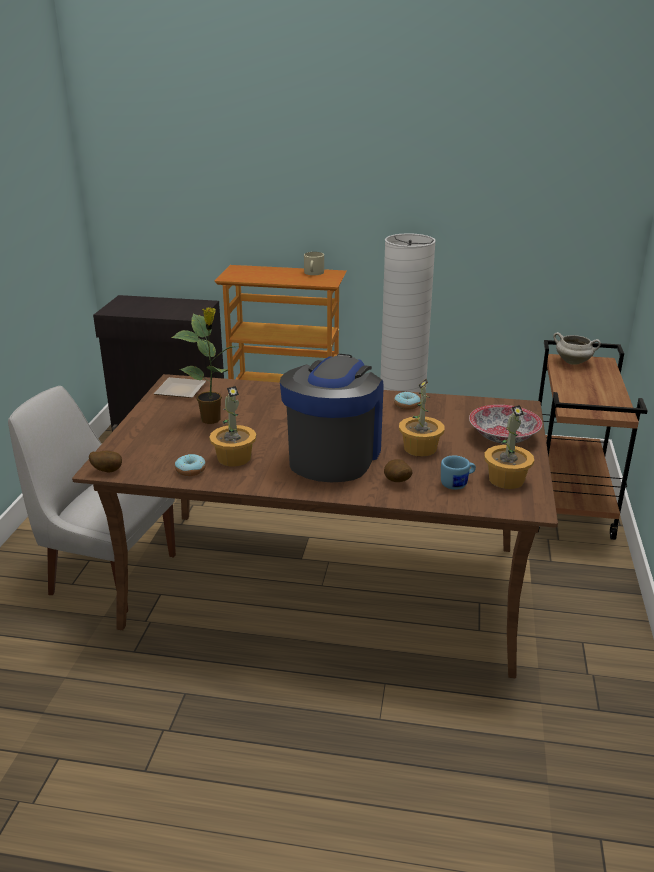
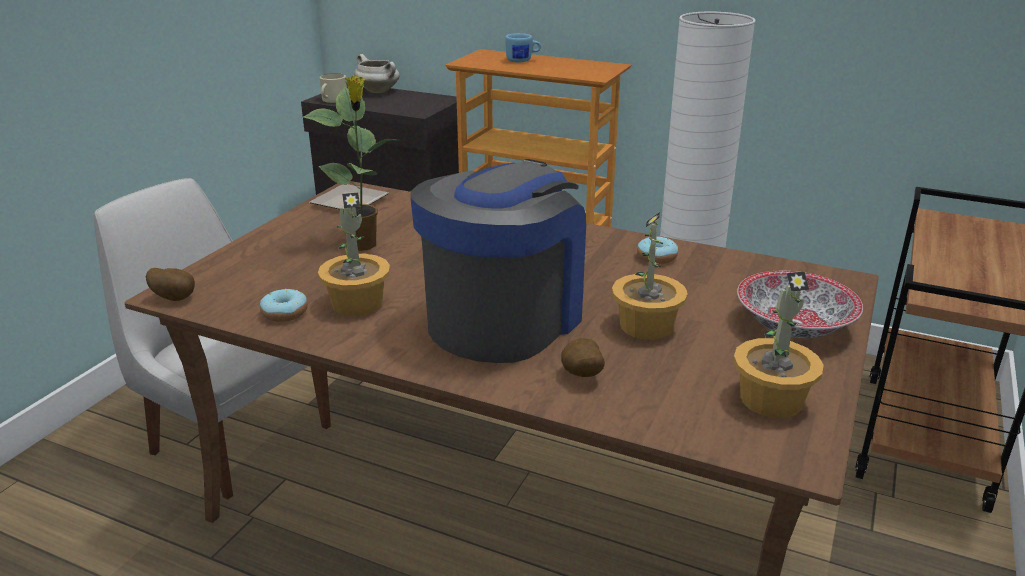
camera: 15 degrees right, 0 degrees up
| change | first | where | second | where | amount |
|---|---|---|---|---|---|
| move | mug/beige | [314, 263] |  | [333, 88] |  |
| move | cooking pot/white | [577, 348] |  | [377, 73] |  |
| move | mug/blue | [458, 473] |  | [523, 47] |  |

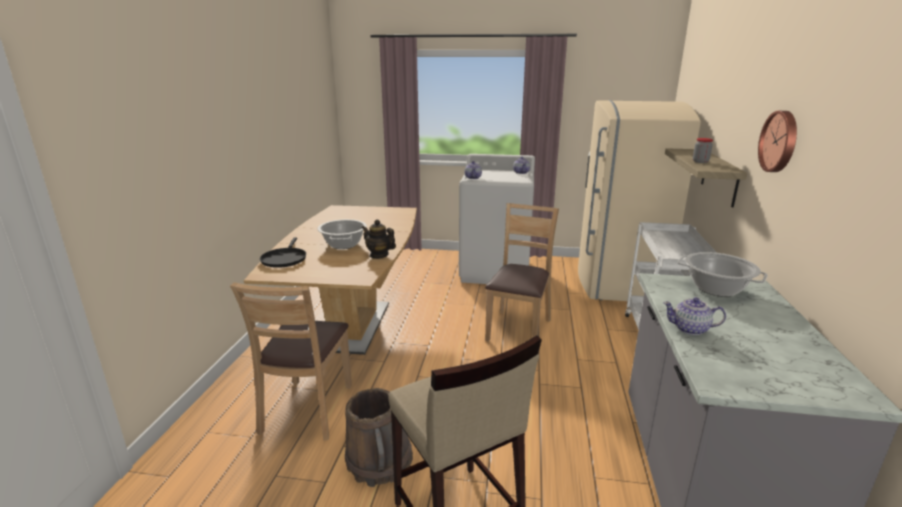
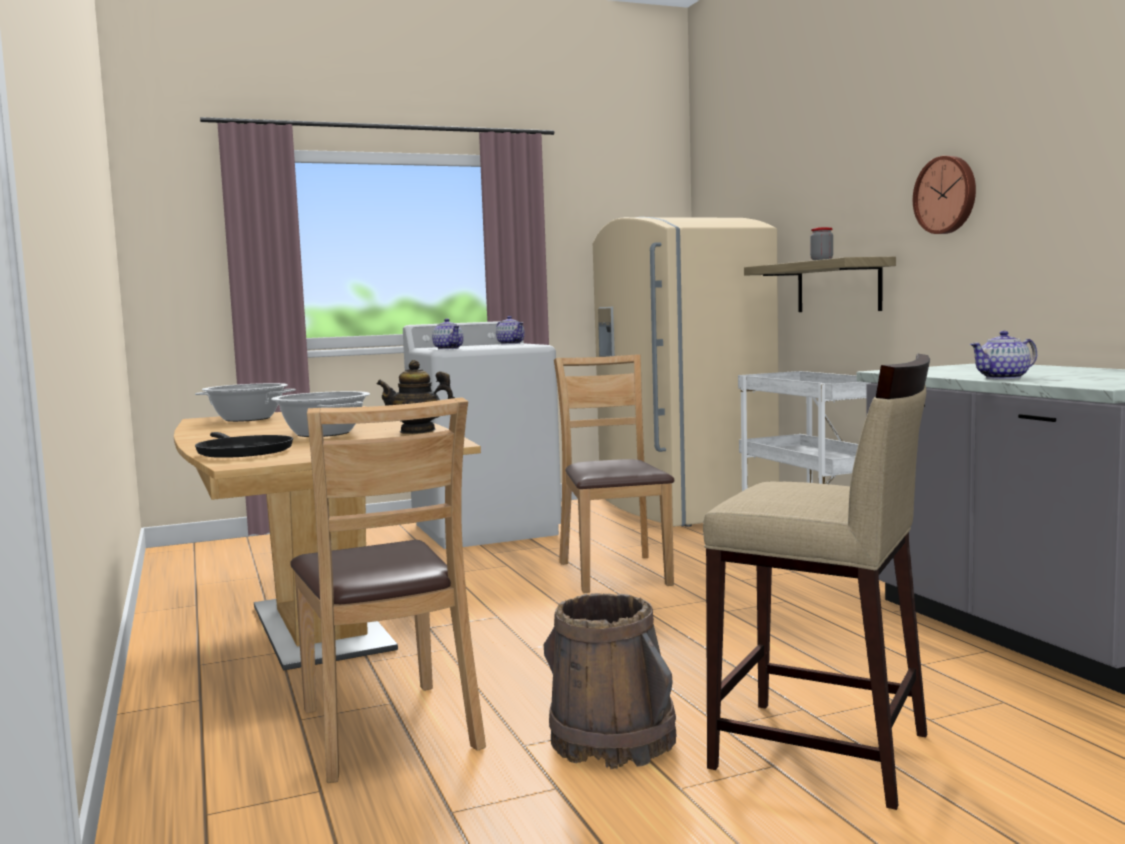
camera: 30 degrees left, 15 degrees down
| change | first | where | second | where | amount |
|---|---|---|---|---|---|
| move | cooking pot | [722, 274] |  | [245, 402] |  |

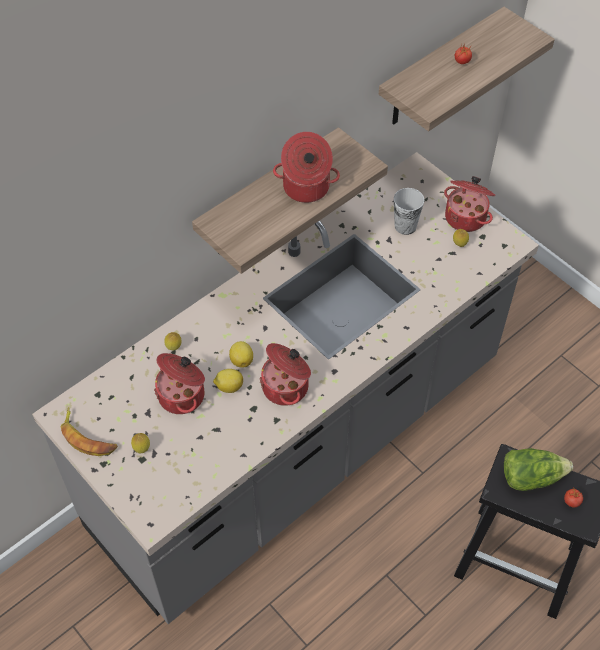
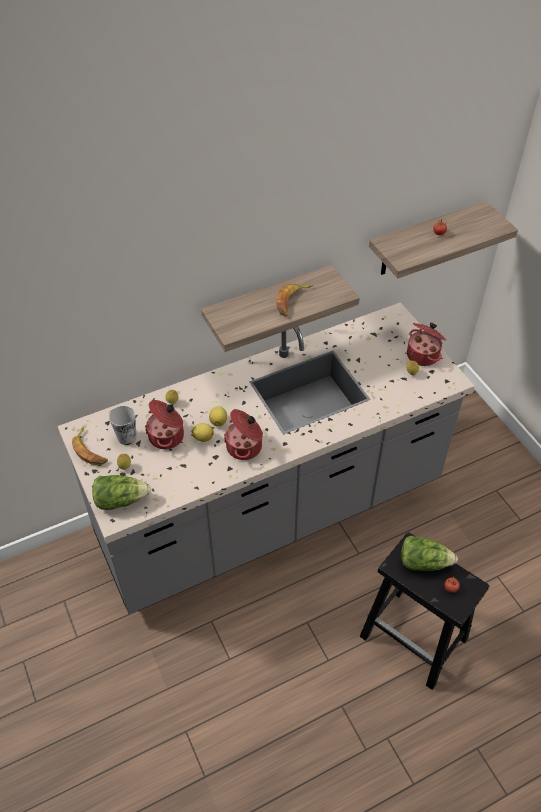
camera: 15 degrees right, 5 degrees down
| change | first | where | second | where | amount |
|---|---|---|---|---|---|
| replace | cooking pot | [306, 167] | banana | [294, 299] |  |
| move | cup | [409, 211] |  | [122, 425] |  |
| insert |  |  | lettuce | [122, 492] |  |

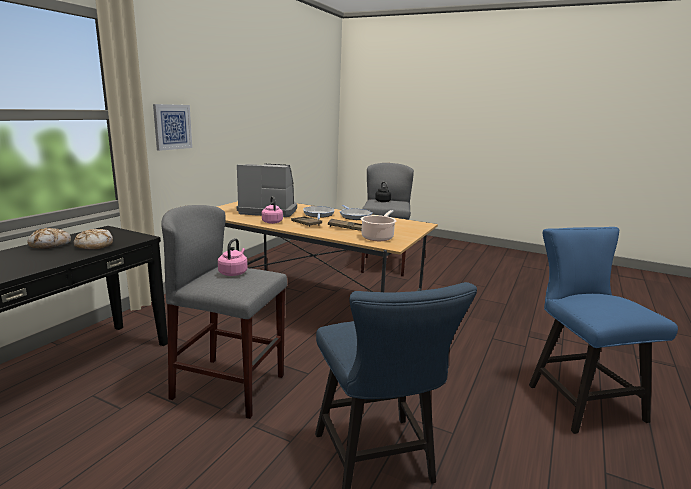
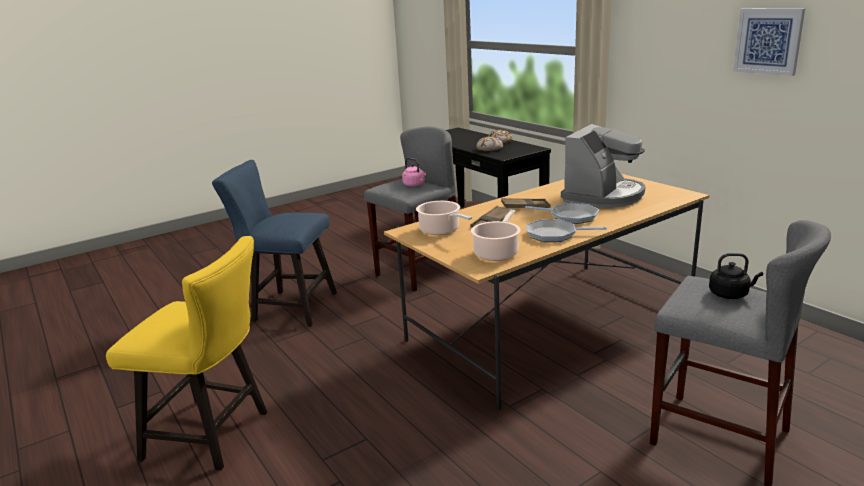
camera: 120 degrees right, 5 degrees up
| change | first | where | second | where | amount |
|---|---|---|---|---|---|
| move | picture | [172, 127] |  | [769, 42] |  |
| delete | kettle/pink | [272, 210] |  |  |  |
| recolor | chair/blue | [603, 330] | chair/yellow | [186, 353] |  |
| insert |  |  | cooking pot | [495, 235] |  |

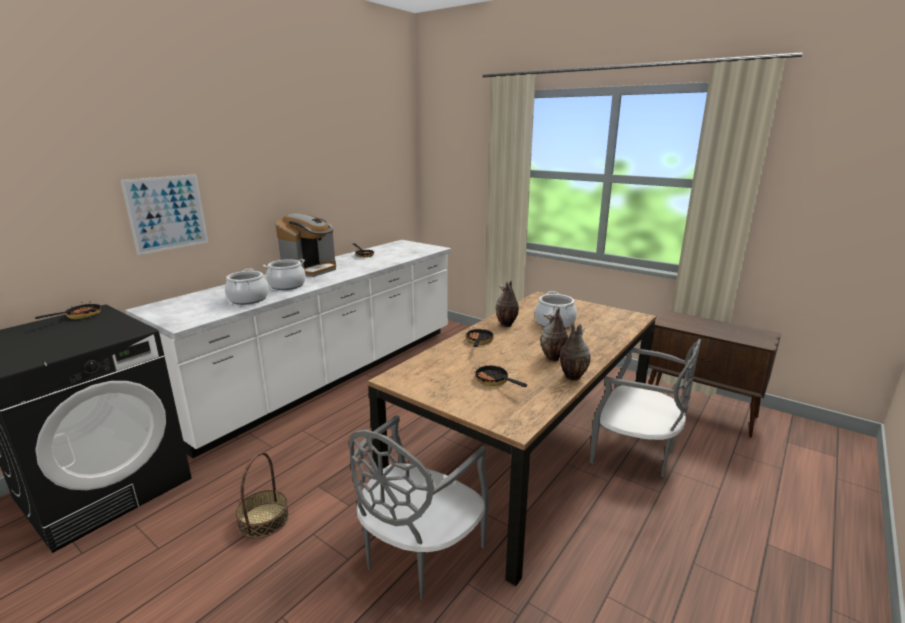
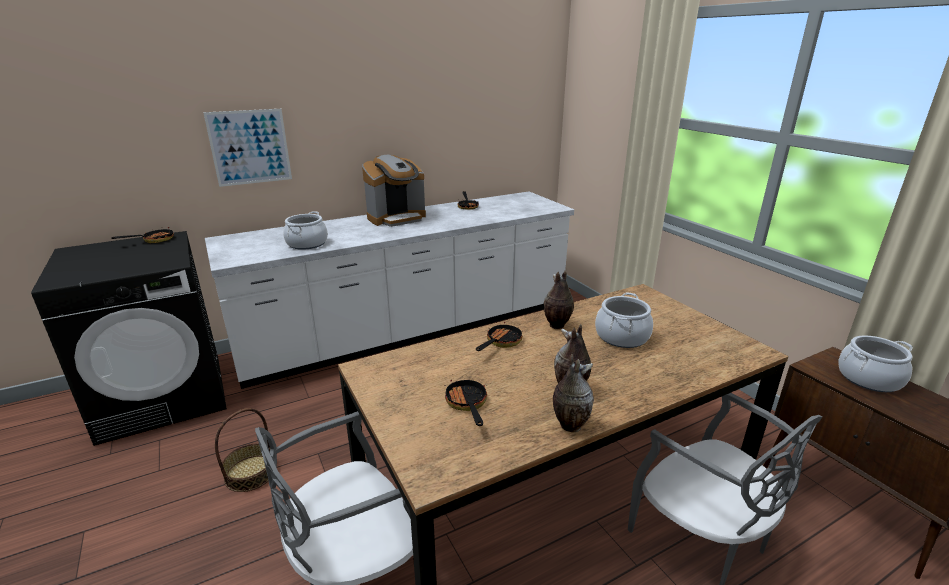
camera: 25 degrees right, 5 degrees up
| change | first | where | second | where | amount |
|---|---|---|---|---|---|
| move | cooking pot | [284, 274] |  | [875, 363] |  |

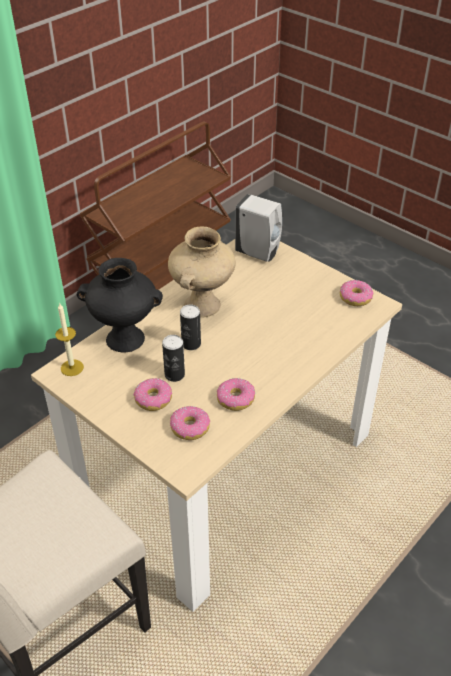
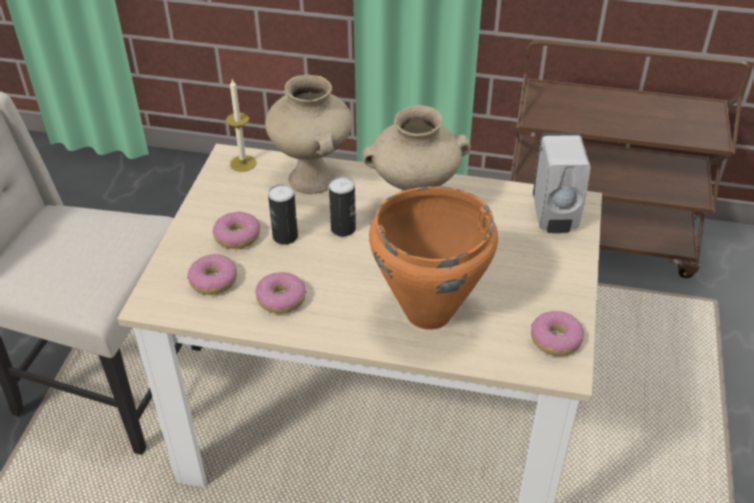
camera: 60 degrees right, 0 degrees up
| change | first | where | second | where | amount |
|---|---|---|---|---|---|
| recolor | vase/black | [120, 305] | vase/beige | [308, 134] |  |
| insert |  |  | cooking pot/orange | [433, 258] |  |

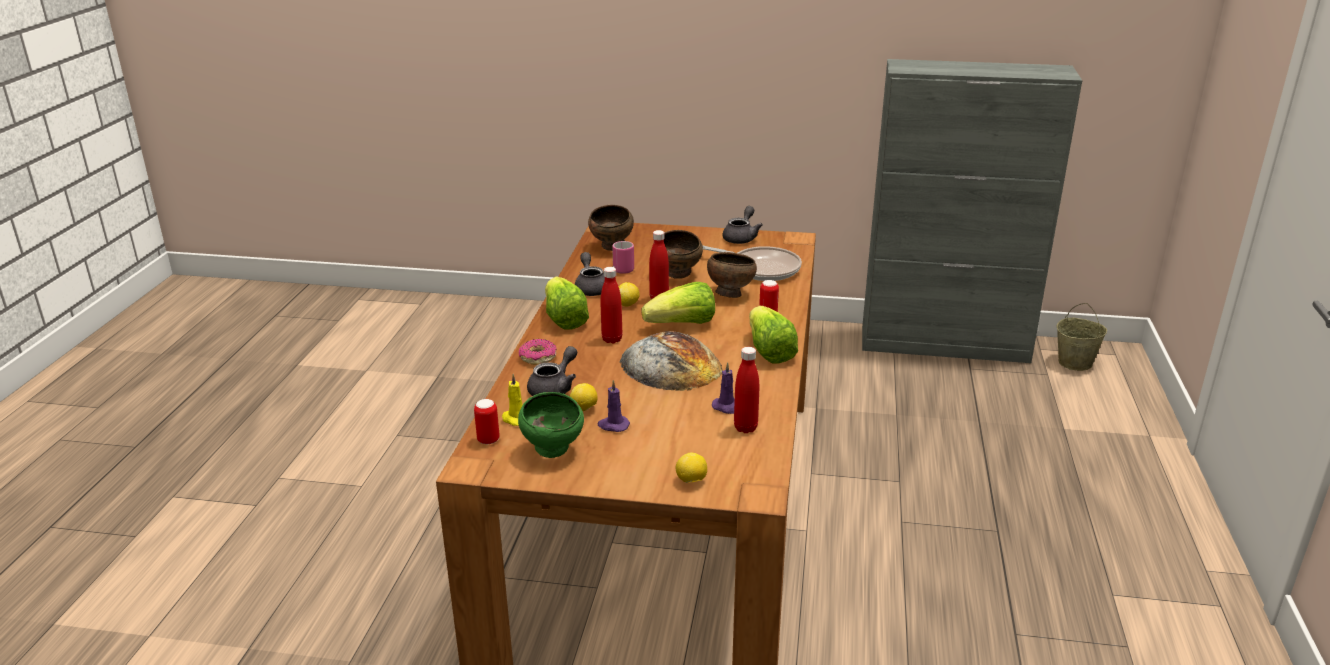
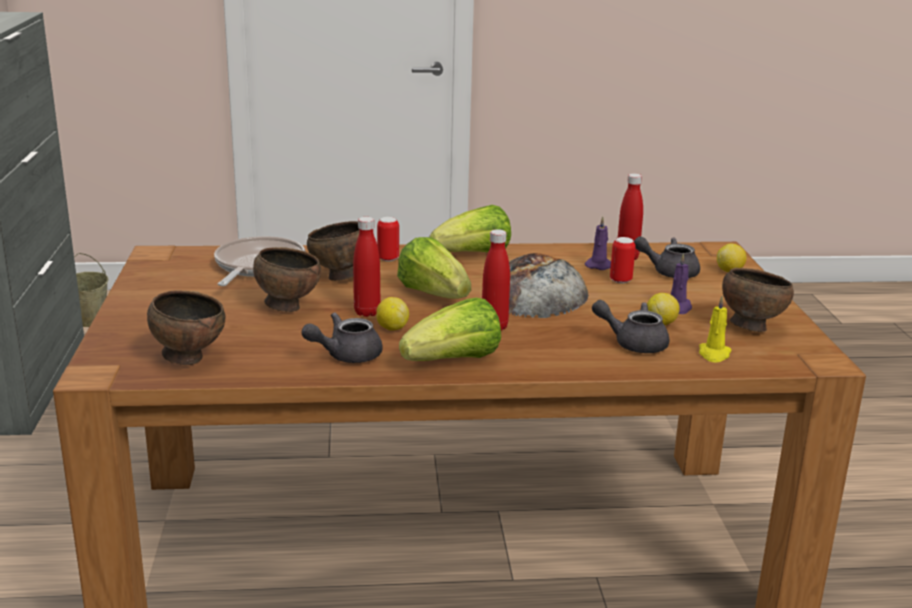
camera: 105 degrees left, 5 degrees down
| change | first | where | second | where | amount |
|---|---|---|---|---|---|
| move | teapot/grey | [743, 225] |  | [667, 257] |  |
| delete | mug/pink | [623, 257] |  |  |  |
| delete | donut | [538, 352] |  |  |  |
| recolor | bowl/green | [551, 425] | bowl/brown | [758, 300] |  |
| move | can | [487, 421] |  | [623, 260] |  |

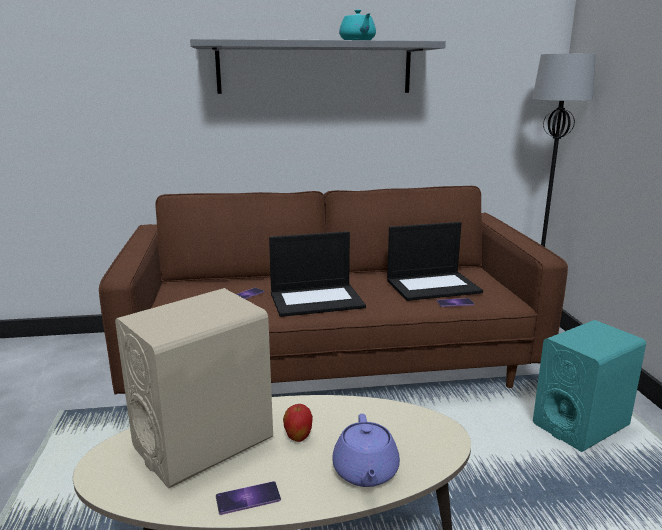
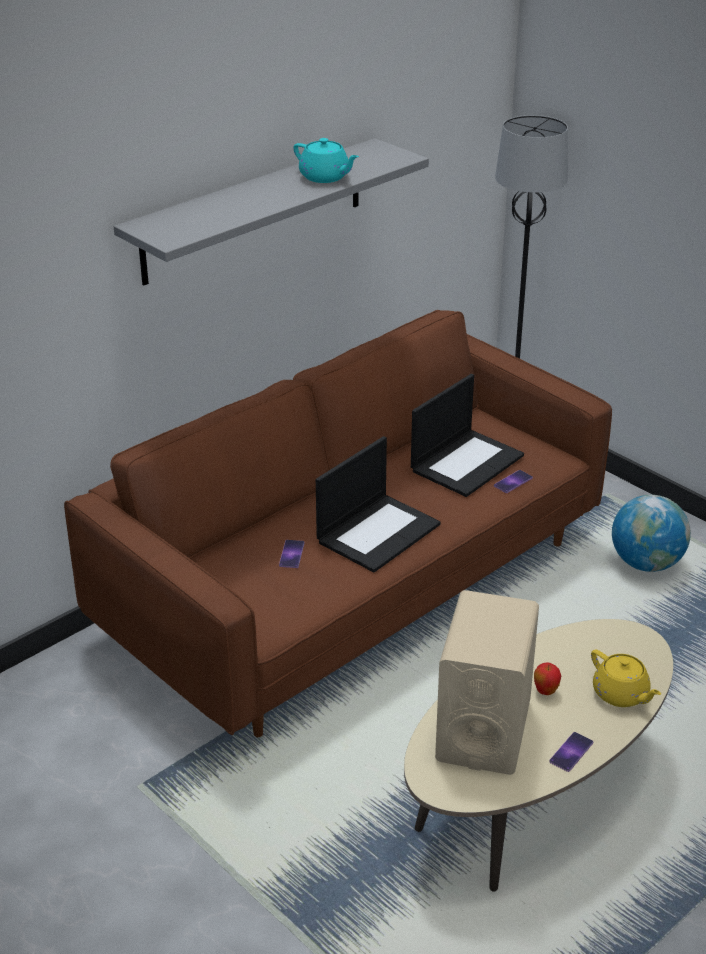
camera: 35 degrees left, 15 degrees up
| change | first | where | second | where | amount |
|---|---|---|---|---|---|
| replace | speaker/turquoise | [589, 386] | globe | [651, 533] |  |
| recolor | teapot/purple | [366, 450] | teapot/yellow | [626, 678] |  |

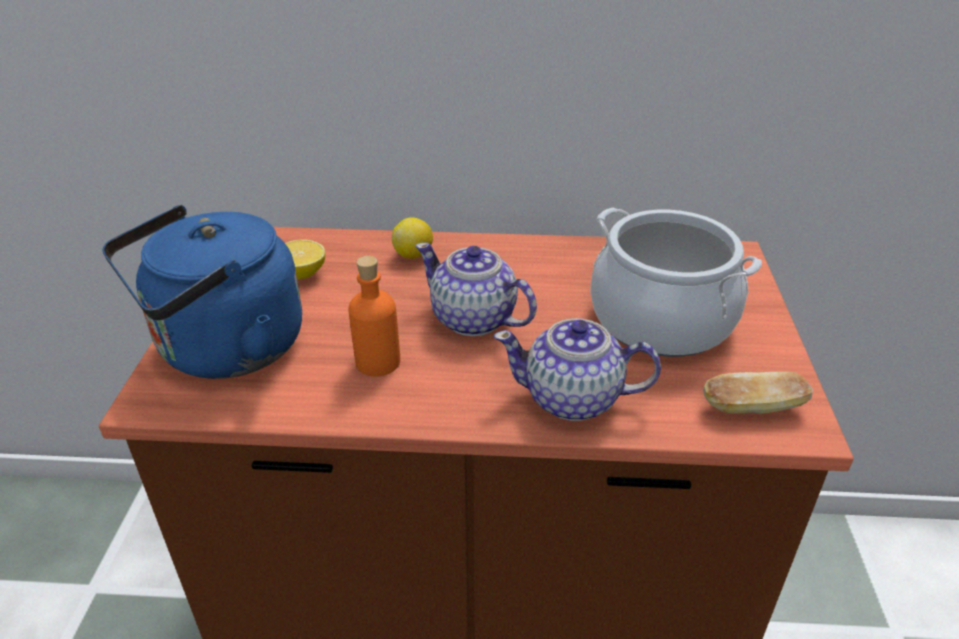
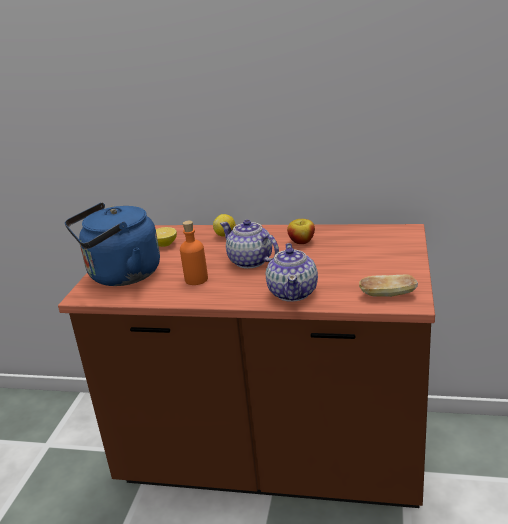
camera: 10 degrees right, 10 degrees down
| change | first | where | second | where | amount |
|---|---|---|---|---|---|
| delete | cooking pot | [676, 282] |  |  |  |
| rotate | teapot | [577, 369] |  | [292, 272] | 105 degrees counterclockwise |
| insert |  |  | apple | [301, 231] |  |

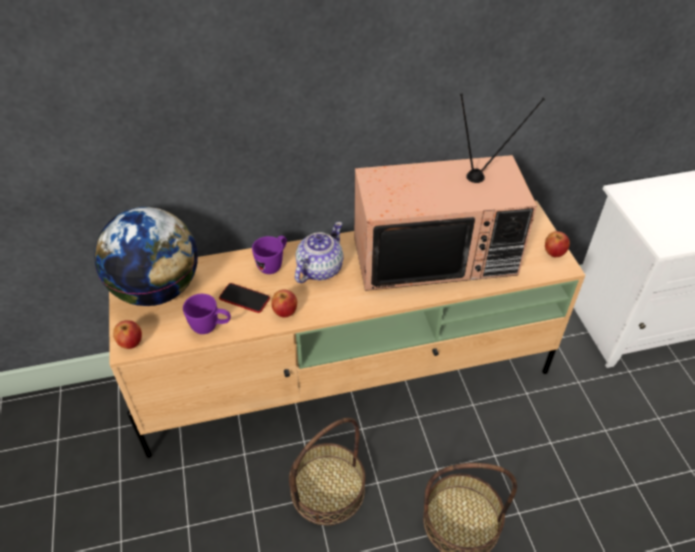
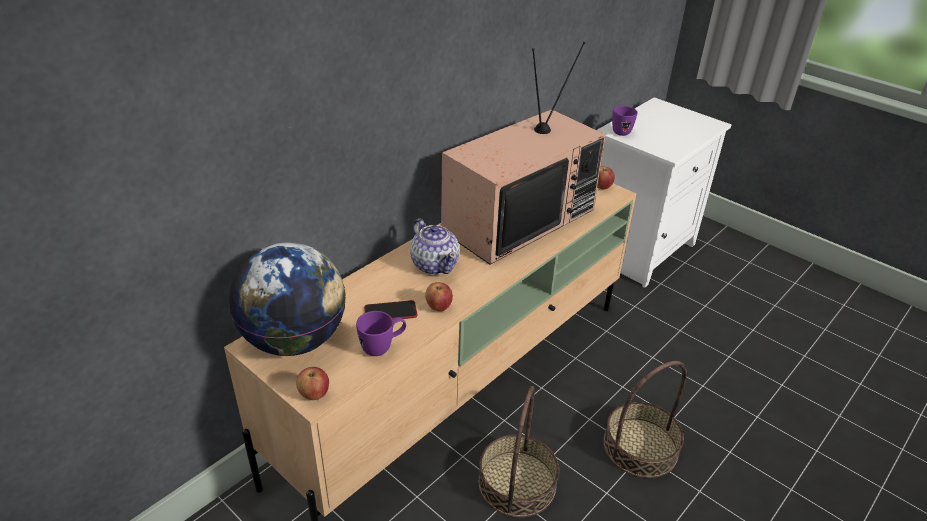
camera: 35 degrees left, 10 degrees down
| change | first | where | second | where | amount |
|---|---|---|---|---|---|
| rotate | teapot | [319, 252] |  | [434, 247] | 150 degrees clockwise |
| move | mug/purple | [269, 255] |  | [625, 121] |  |

